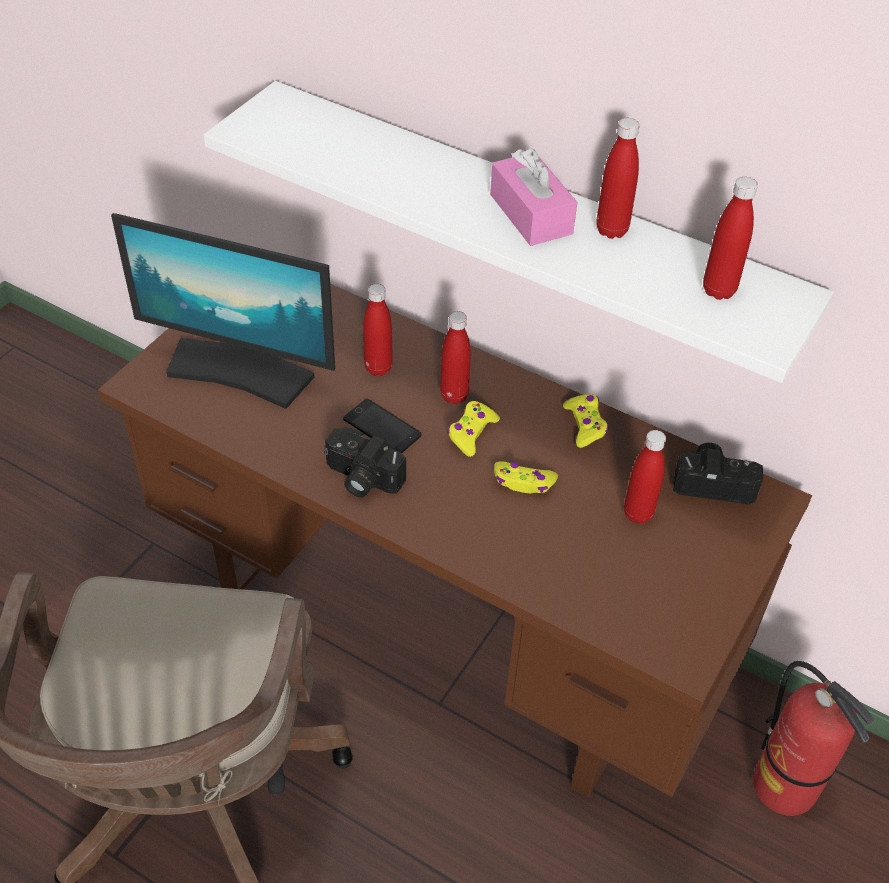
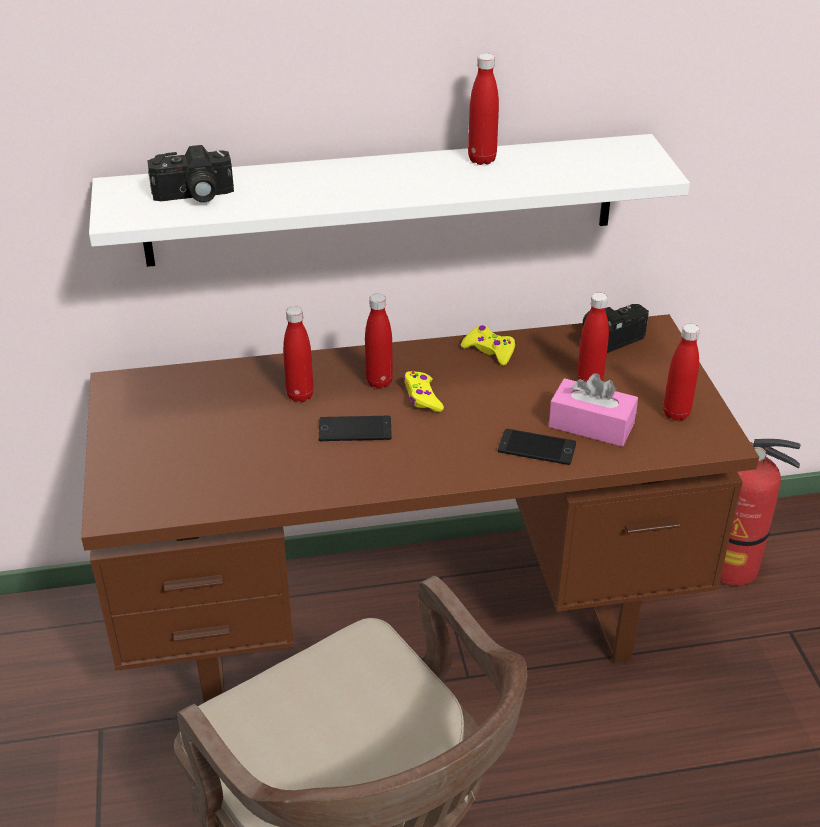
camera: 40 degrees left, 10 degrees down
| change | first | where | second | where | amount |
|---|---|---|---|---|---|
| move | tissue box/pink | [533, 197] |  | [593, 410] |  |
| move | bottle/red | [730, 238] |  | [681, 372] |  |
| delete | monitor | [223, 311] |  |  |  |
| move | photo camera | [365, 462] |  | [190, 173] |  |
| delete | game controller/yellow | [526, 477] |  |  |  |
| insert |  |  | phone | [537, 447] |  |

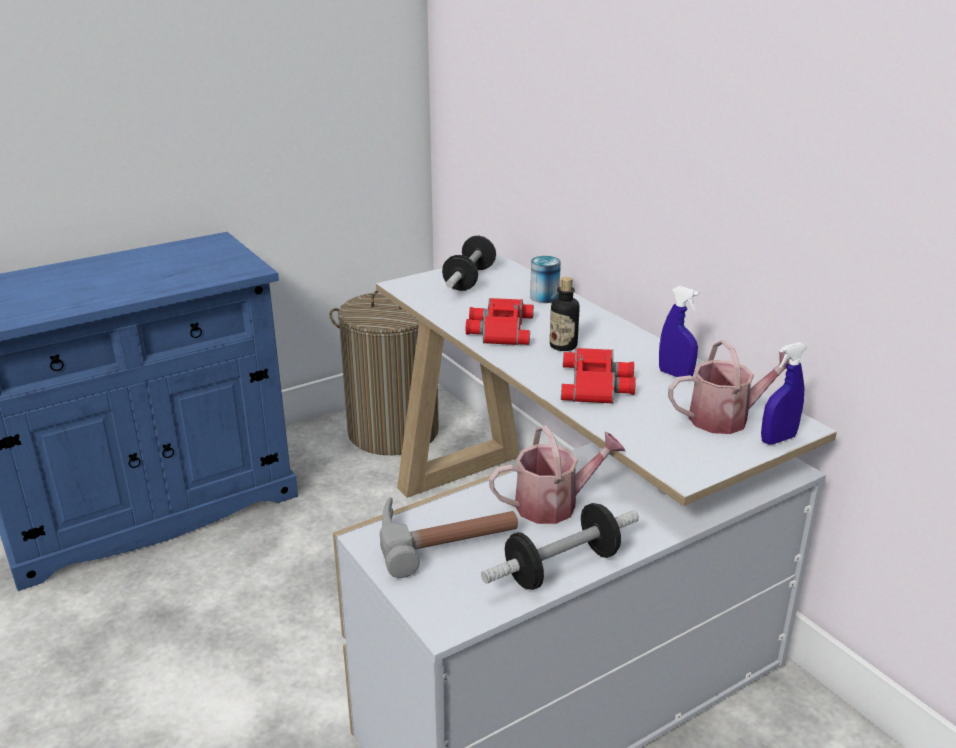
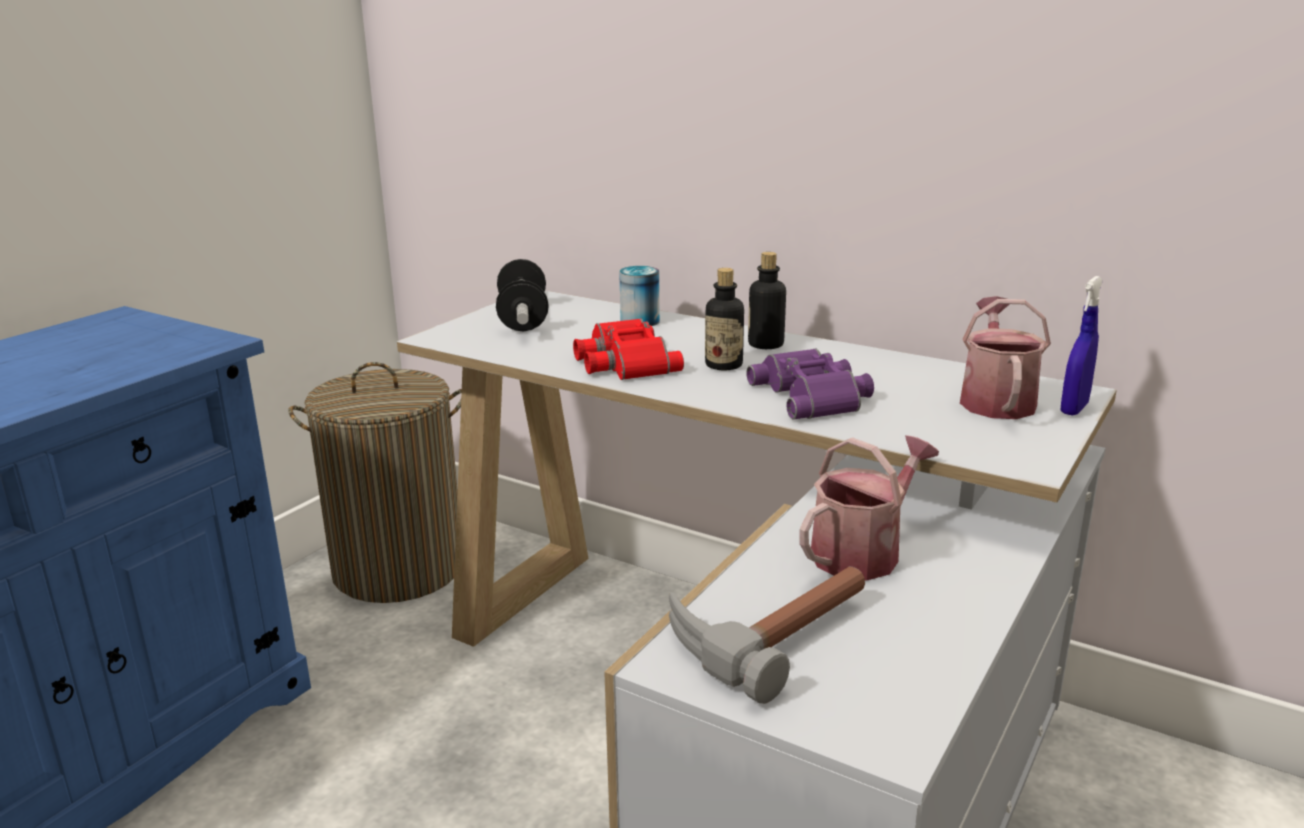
camera: 25 degrees left, 5 degrees down
| change | first | where | second | where | amount |
|---|---|---|---|---|---|
| delete | spray bottle/blue | [679, 331] |  |  |  |
| rotate | watering can | [728, 387] |  | [1005, 357] | 45 degrees counterclockwise |
| recolor | binoculars/red | [598, 376] | binoculars/purple | [810, 384] |  |
| delete | dumbbell | [560, 546] |  |  |  |
| insert |  |  | bottle | [767, 300] |  |

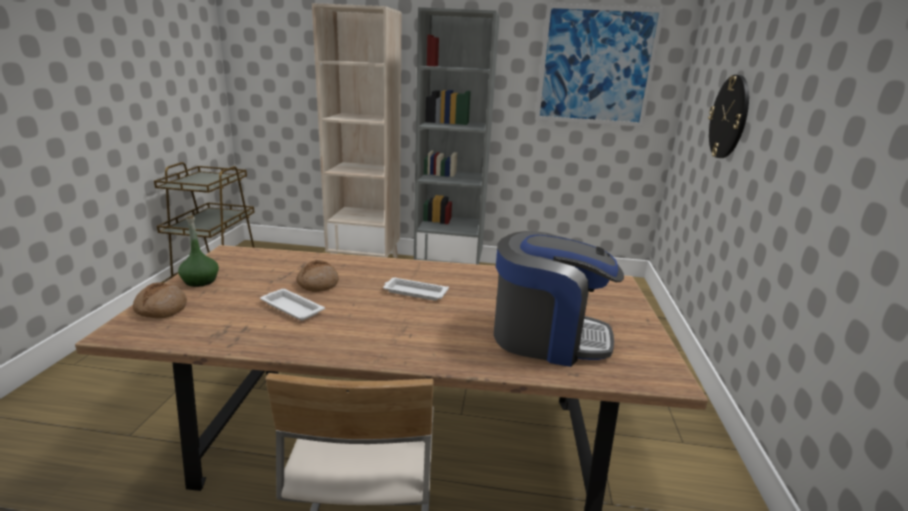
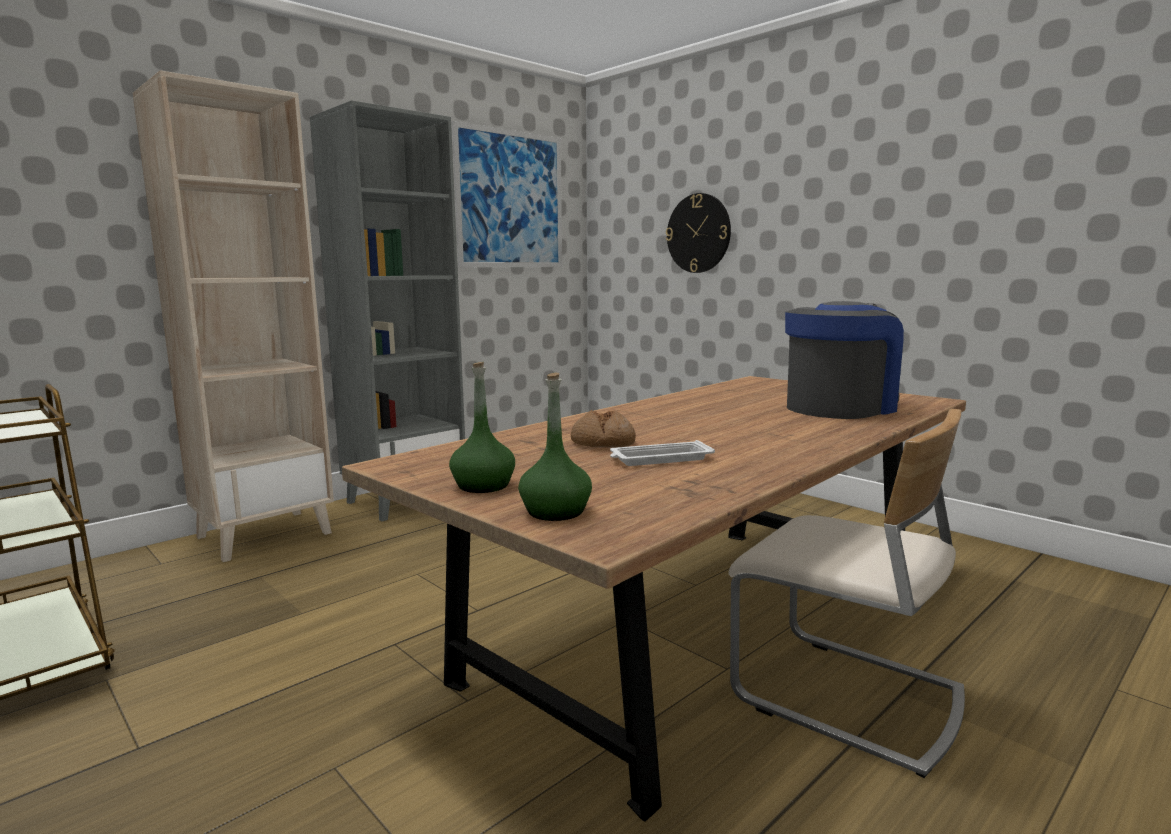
camera: 50 degrees left, 10 degrees down
| change | first | where | second | where | amount |
|---|---|---|---|---|---|
| delete | tray/white | [416, 289] |  |  |  |
| replace | bread | [160, 300] | bottle/green | [555, 447] |  |

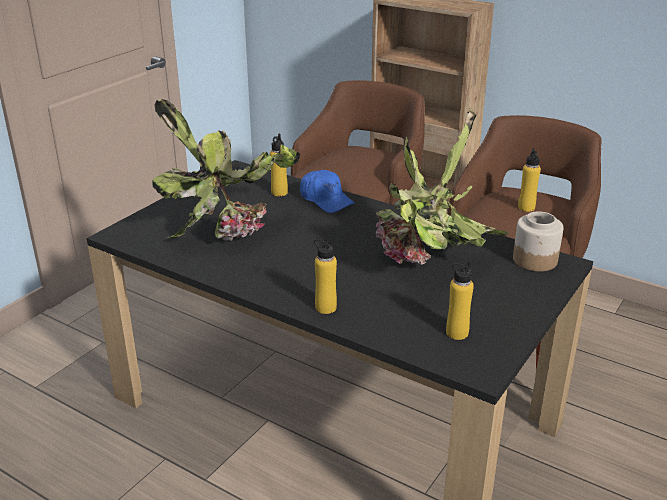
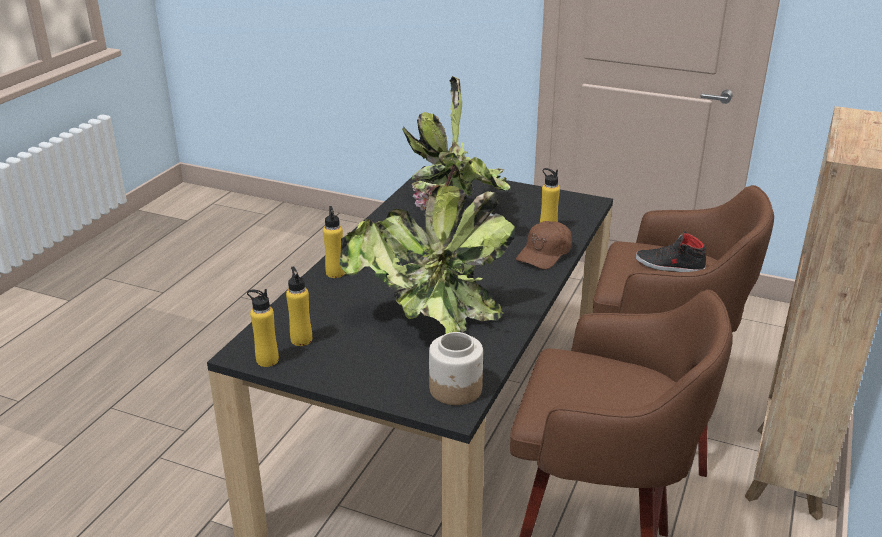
camera: 80 degrees right, 0 degrees up
| change | first | where | second | where | amount |
|---|---|---|---|---|---|
| move | bottle/yellow | [529, 180] |  | [263, 328] |  |
| recolor | cap/blue | [327, 191] | cap/brown | [544, 245] |  |
| insert |  |  | shoe/black | [670, 251] |  |

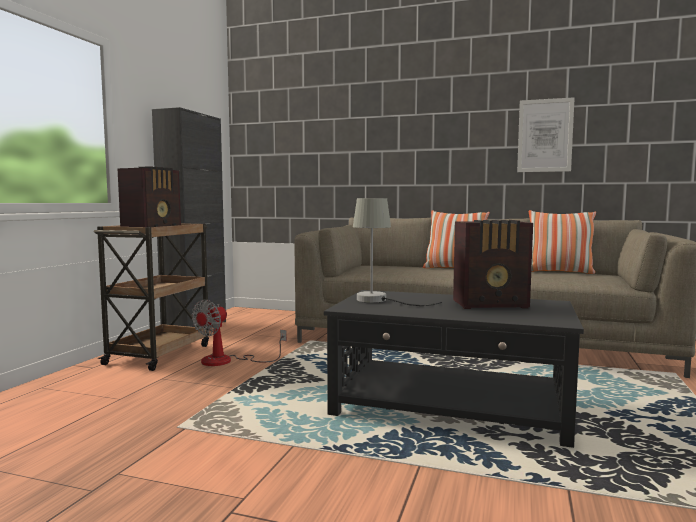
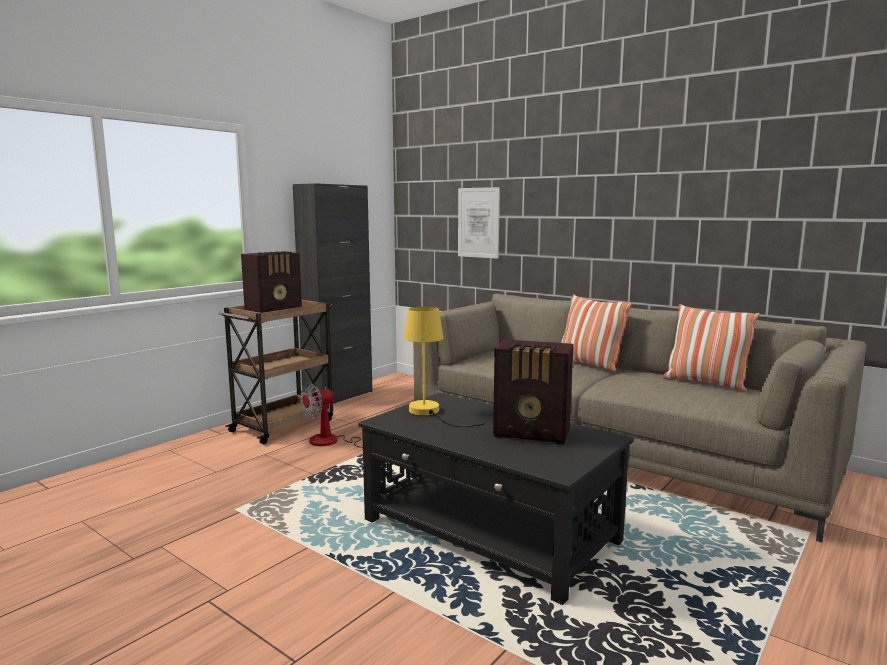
camera: 20 degrees right, 5 degrees up
| change | first | where | second | where | amount |
|---|---|---|---|---|---|
| move | picture | [546, 134] |  | [479, 223] |  |
| recolor | table lamp/grey | [397, 252] | table lamp/yellow | [444, 367] |  |

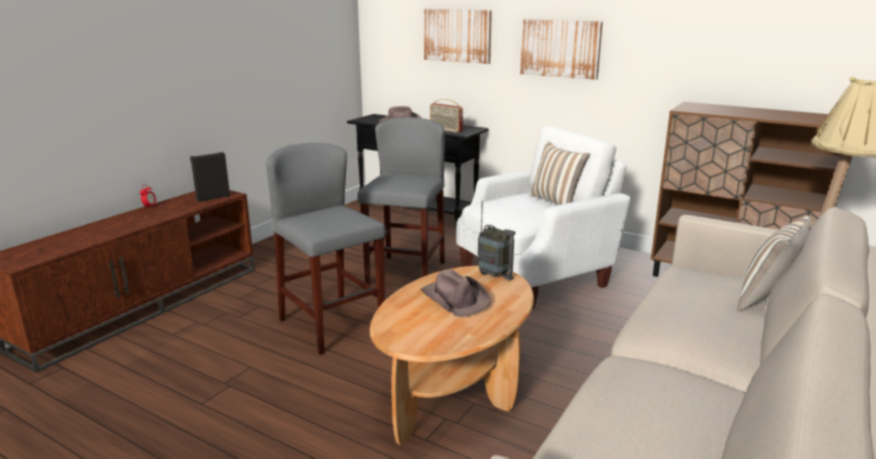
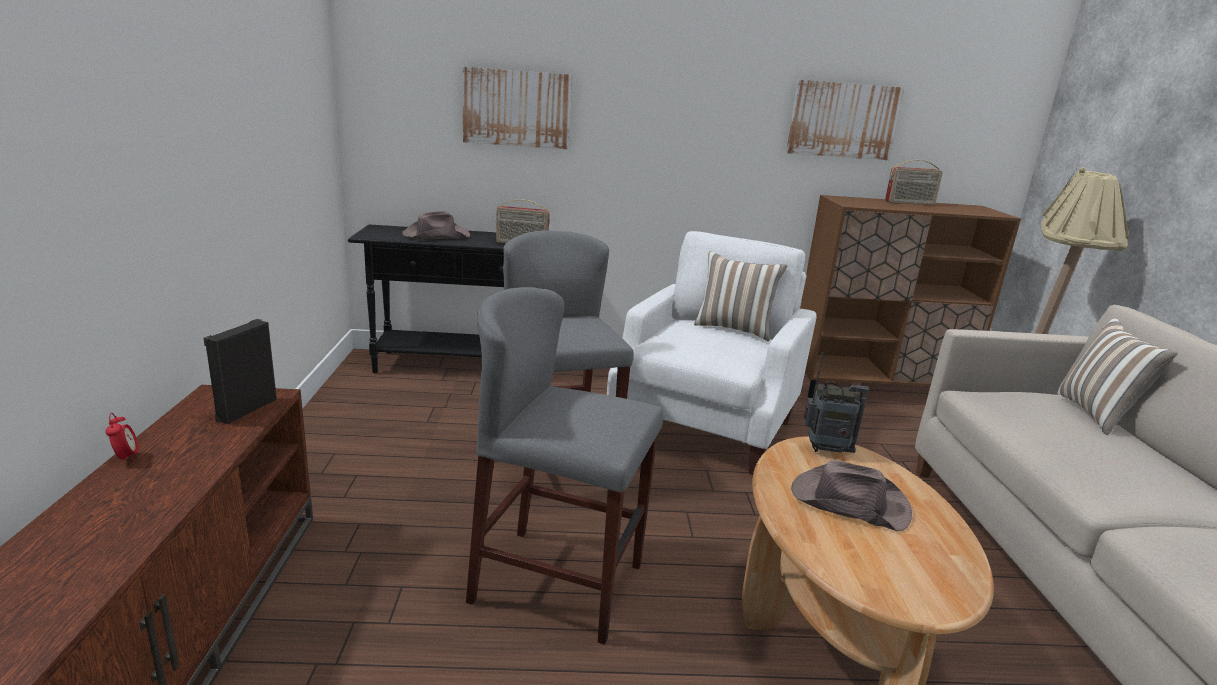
camera: 35 degrees left, 0 degrees up
| change | first | where | second | where | amount |
|---|---|---|---|---|---|
| move | picture | [561, 49] |  | [845, 120] |  |
| insert |  |  | radio | [914, 182] |  |

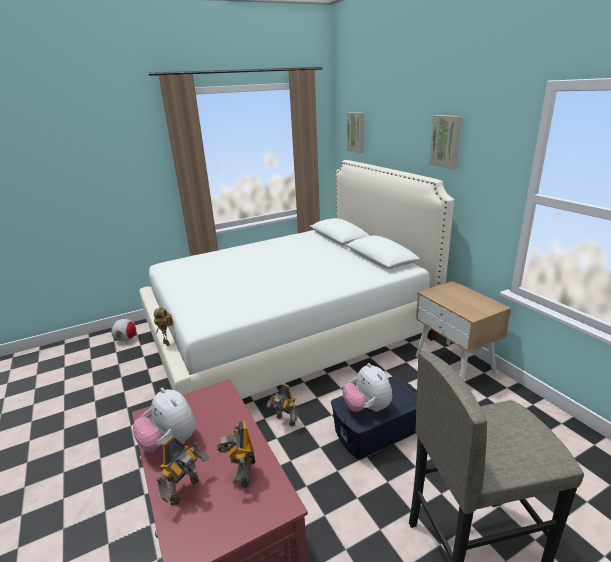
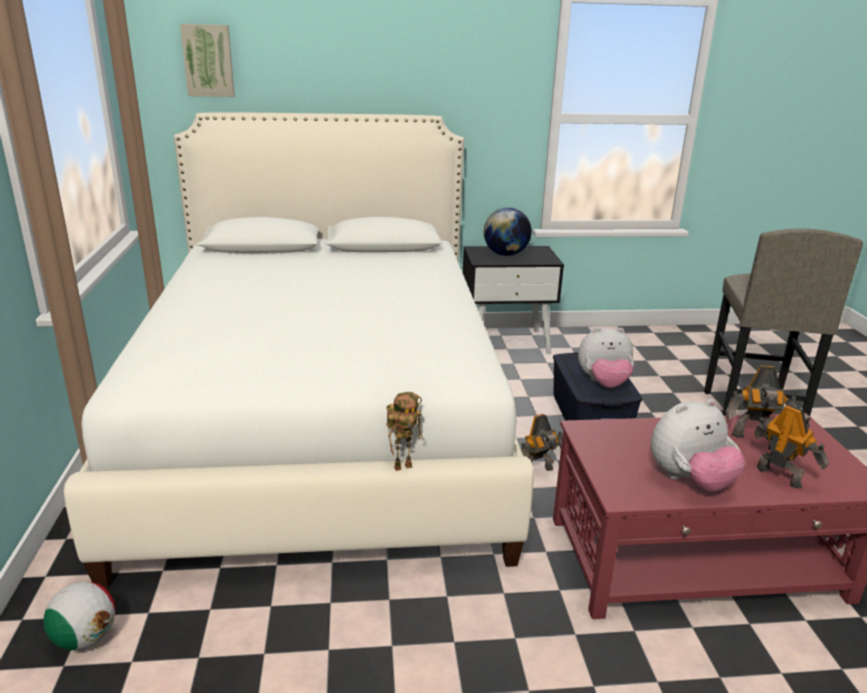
camera: 70 degrees left, 0 degrees up
| change | first | where | second | where | amount |
|---|---|---|---|---|---|
| delete | picture | [445, 142] |  |  |  |
| recolor | nightstand/beige | [463, 331] | nightstand/black | [513, 300] |  |
| insert |  |  | globe | [508, 231] |  |

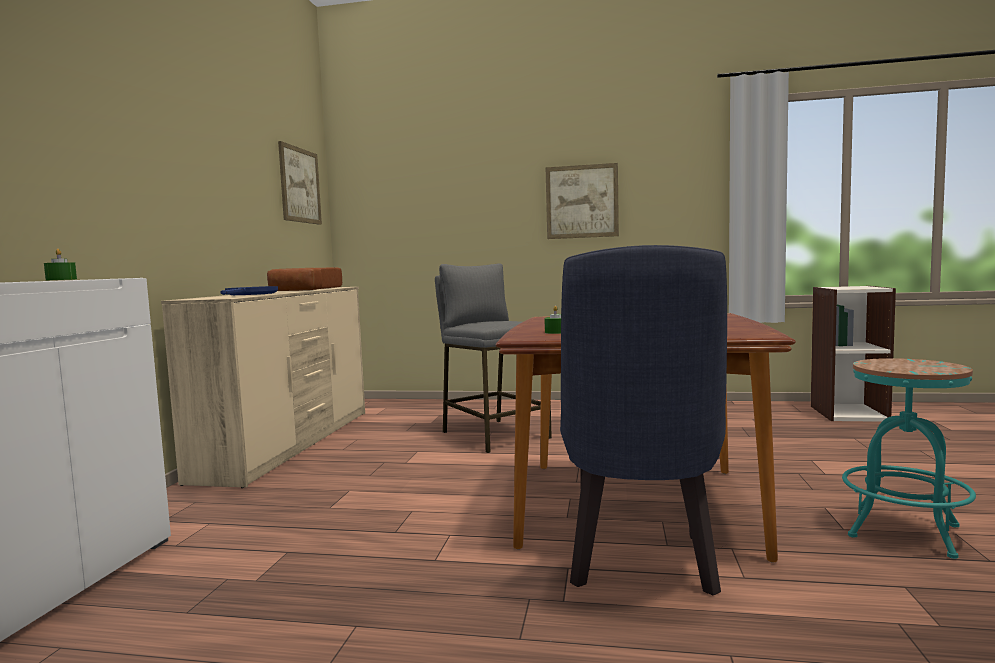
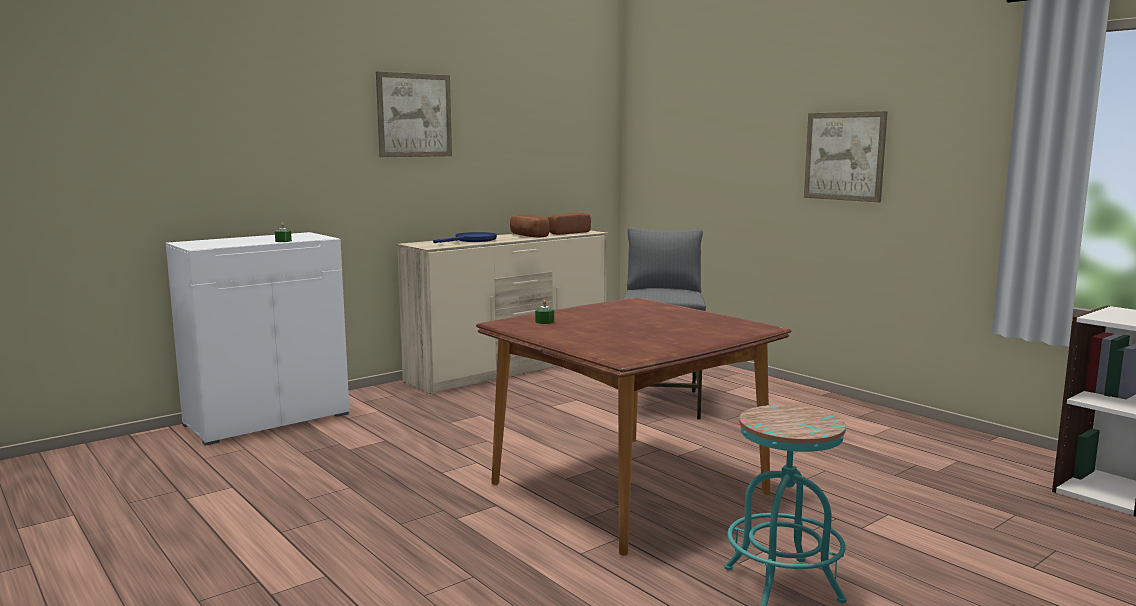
camera: 40 degrees right, 5 degrees up
| change | first | where | second | where | amount |
|---|---|---|---|---|---|
| move | picture | [300, 183] |  | [414, 114] |  |
| delete | chair/blue | [643, 420] |  |  |  |

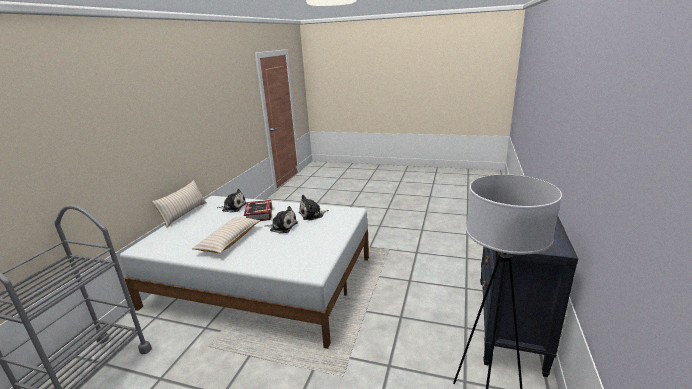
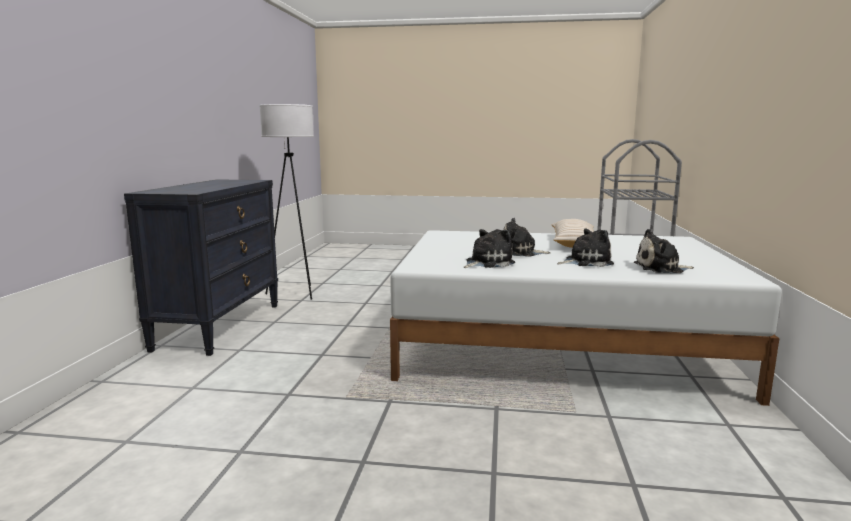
camera: 170 degrees right, 10 degrees down
| change | first | where | second | where | amount |
|---|---|---|---|---|---|
| delete | pillow/beige | [179, 203] |  |  |  |
| replace | book | [258, 210] | plush toy | [585, 248] |  |

